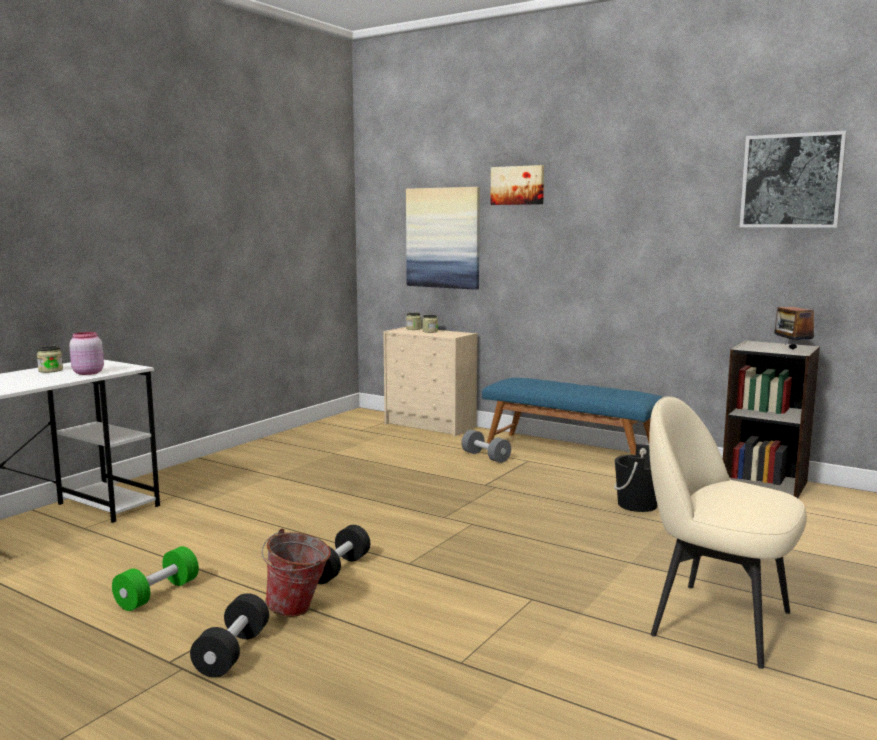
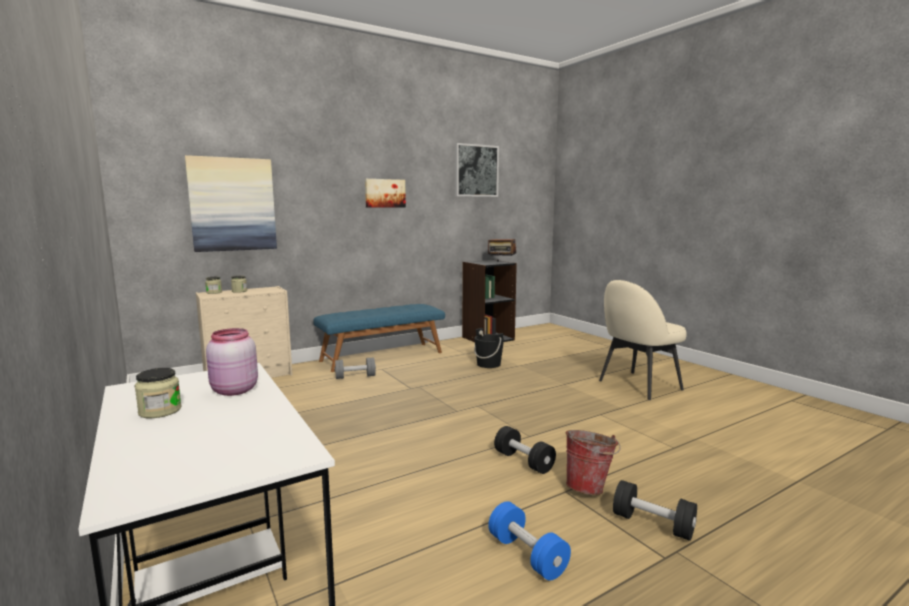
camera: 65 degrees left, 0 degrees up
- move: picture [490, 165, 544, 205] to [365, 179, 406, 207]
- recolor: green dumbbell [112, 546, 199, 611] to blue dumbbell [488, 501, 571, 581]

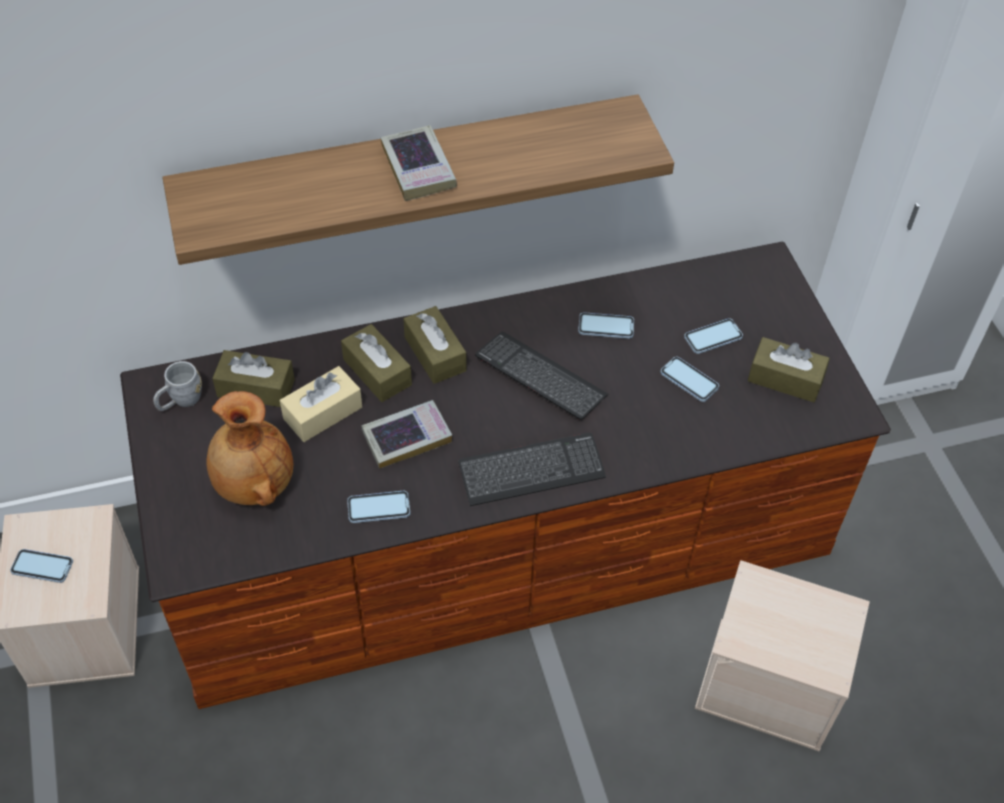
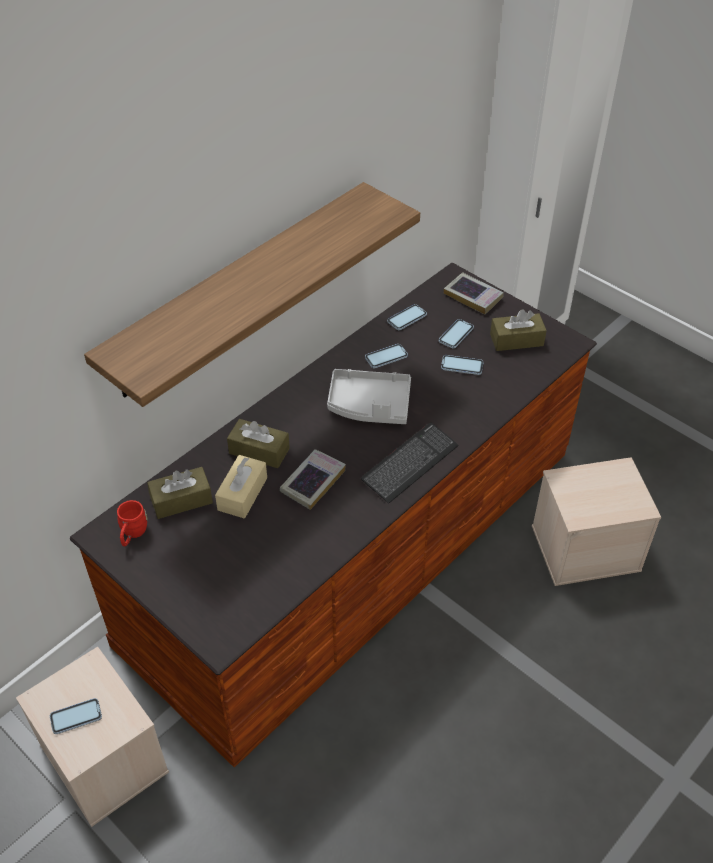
camera: 30 degrees left, 5 degrees down
- move: book [380, 125, 457, 201] to [444, 272, 504, 315]
- delete: brown tissue box [403, 306, 466, 384]
- replace: keyboard [475, 331, 609, 420] to grey tray [327, 369, 411, 424]
- recolor: grey mug [153, 361, 202, 411] to red mug [117, 500, 148, 546]
- delete: brown vase [206, 391, 293, 506]
- move: phone [347, 491, 410, 523] to [387, 304, 427, 330]

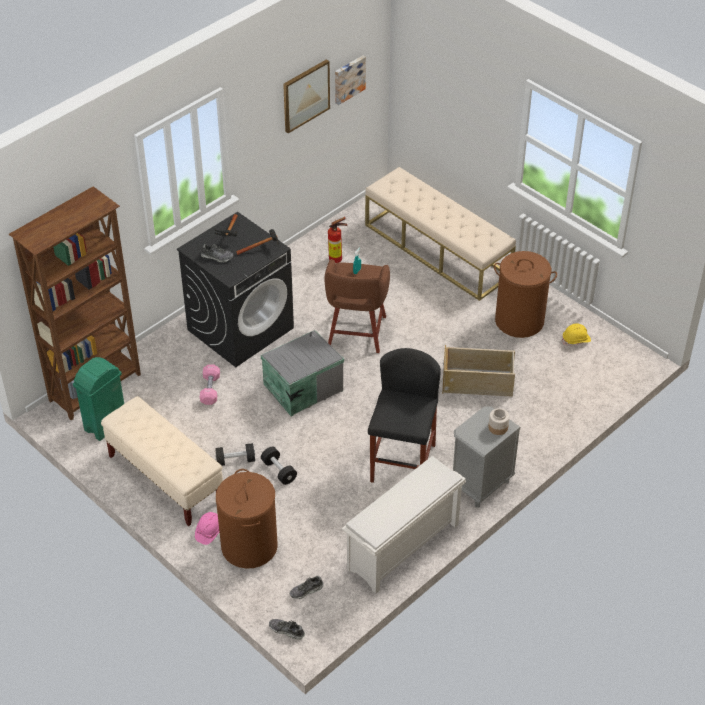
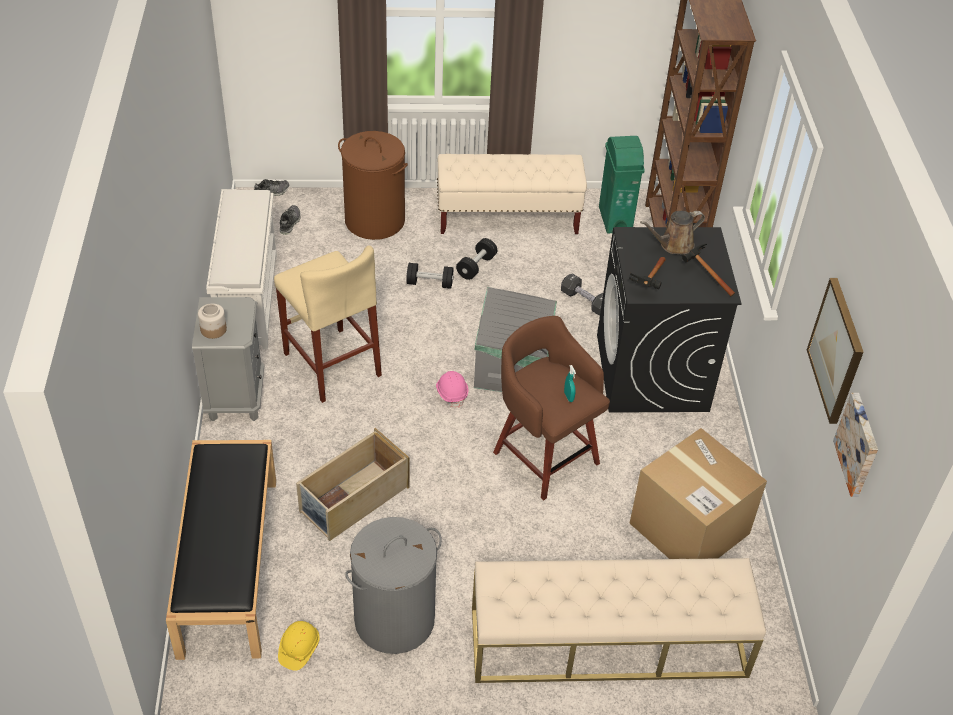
camera: 130 degrees right, 0 degrees up
- replace: fire extinguisher [328, 217, 347, 263] to cardboard box [630, 428, 767, 559]
- replace: shoe [201, 244, 233, 263] to brown watering can [640, 211, 705, 255]
- recolor: brown laundry basket [494, 251, 557, 338] to grey laundry basket [345, 517, 442, 654]
- recolor: black stool [368, 348, 441, 483] to beige stool [274, 245, 382, 403]
- recolor: pink dumbbell [200, 365, 220, 405] to black dumbbell [561, 273, 603, 316]
- move: pink hard hat [195, 512, 219, 545] to [436, 371, 468, 408]
- insert: black bench [166, 440, 276, 660]

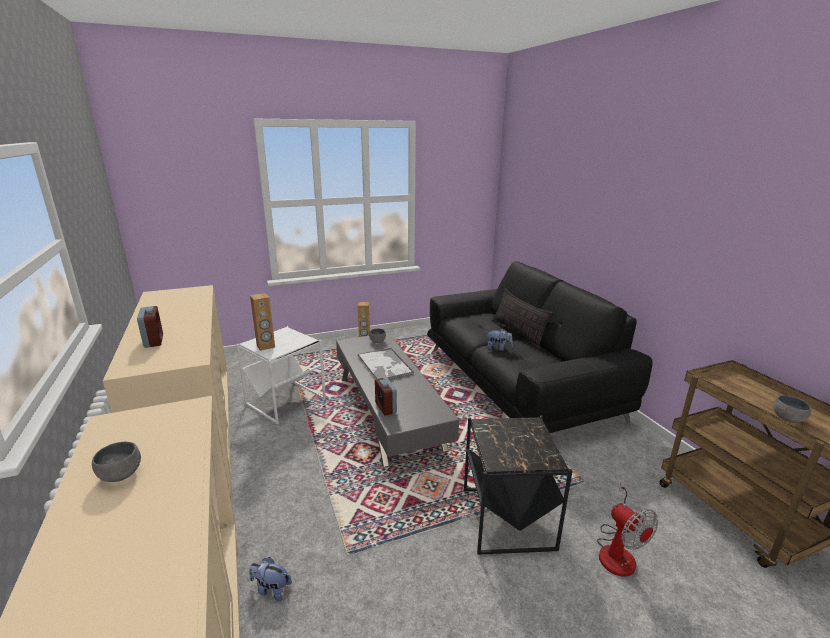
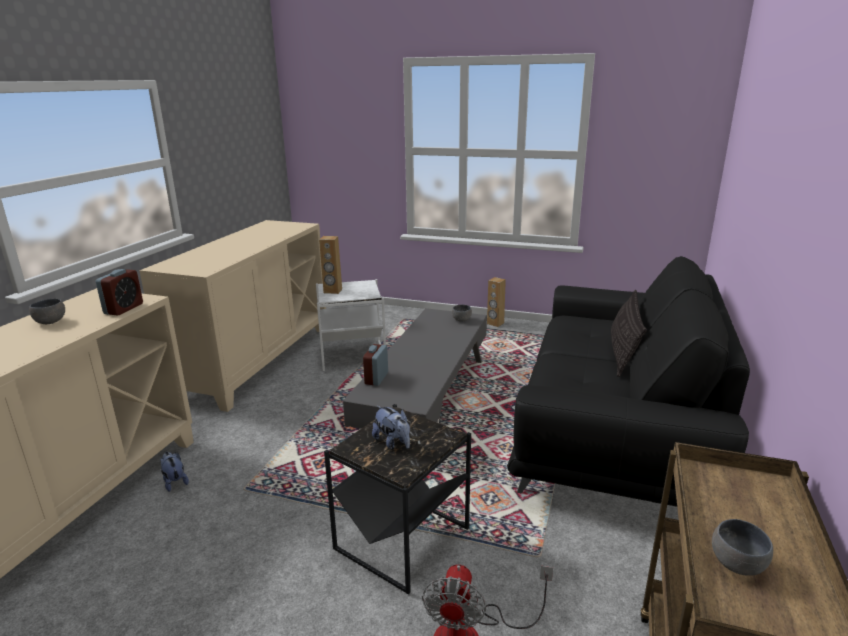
camera: 40 degrees right, 0 degrees up
- move: alarm clock [137, 306, 163, 348] to [96, 269, 143, 316]
- move: plush toy [486, 329, 513, 351] to [372, 405, 410, 450]
- delete: tray [358, 348, 414, 380]

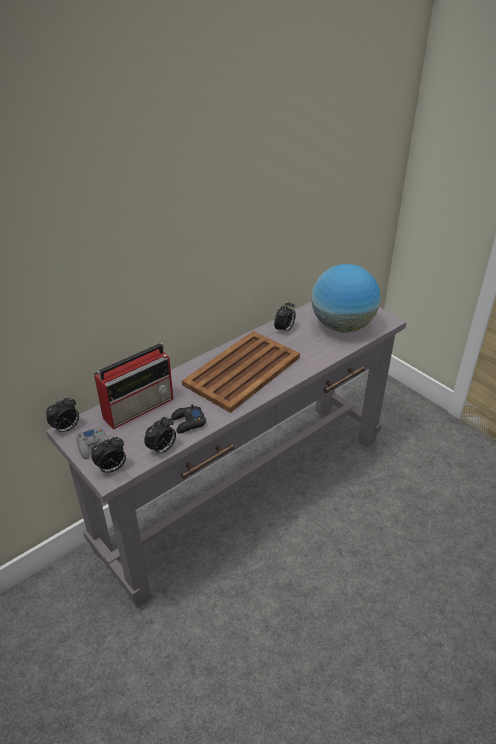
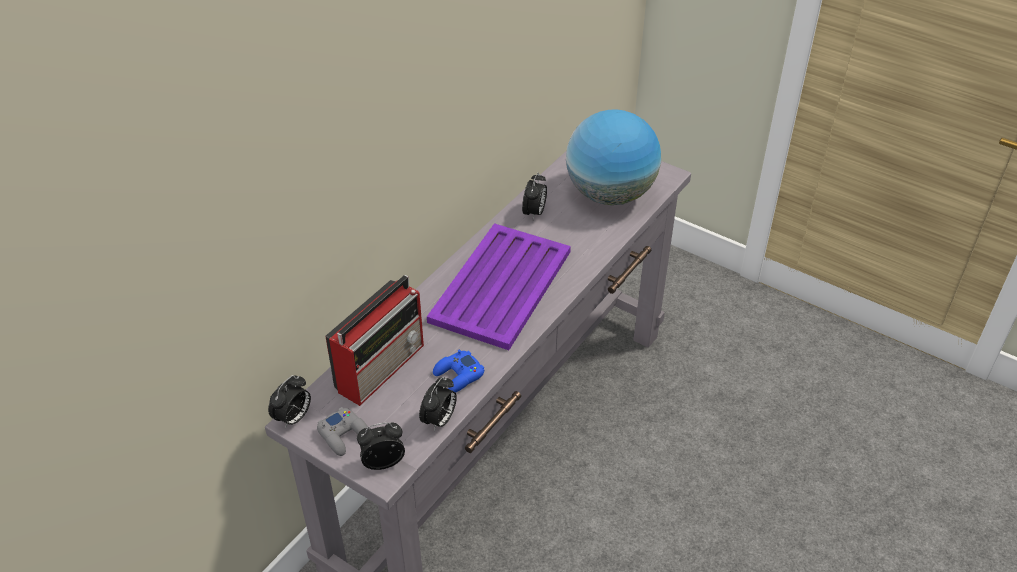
camera: 15 degrees left, 5 degrees up
- recolor: brown tray [182, 331, 300, 413] to purple tray [427, 223, 571, 350]
- recolor: black game controller [171, 404, 206, 433] to blue game controller [433, 350, 484, 393]
- rotate: alarm clock [91, 436, 126, 474] = [357, 422, 405, 470] 150 degrees counterclockwise

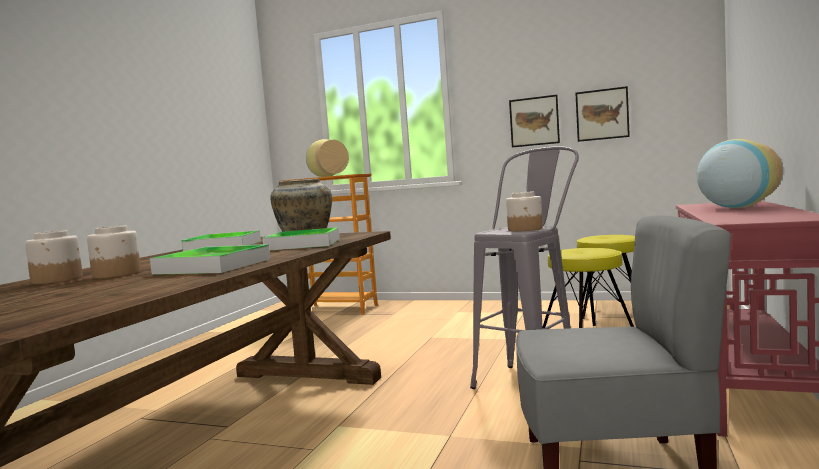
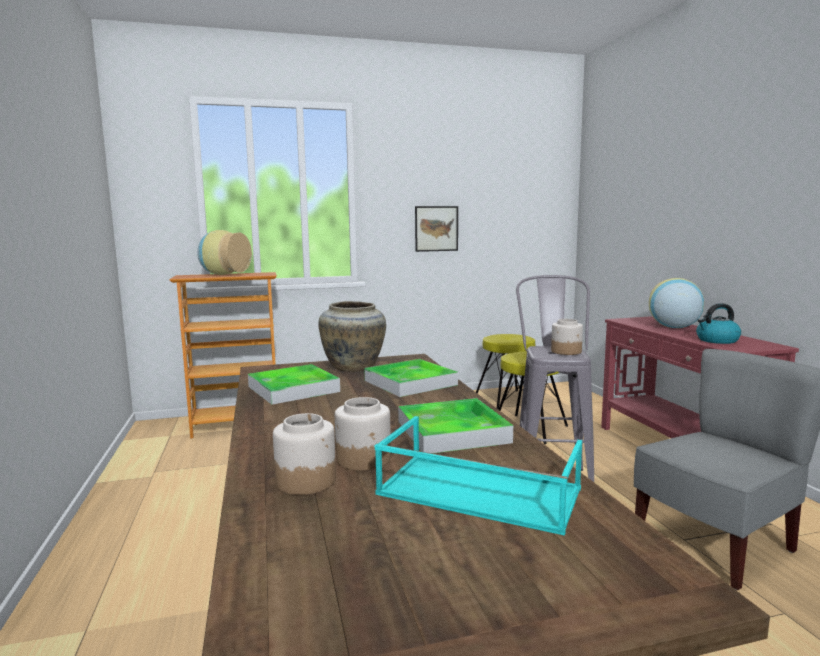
camera: 35 degrees left, 5 degrees up
- delete: picture [575, 86, 630, 142]
- insert: kettle [696, 303, 741, 344]
- insert: turquoise tray [375, 416, 582, 536]

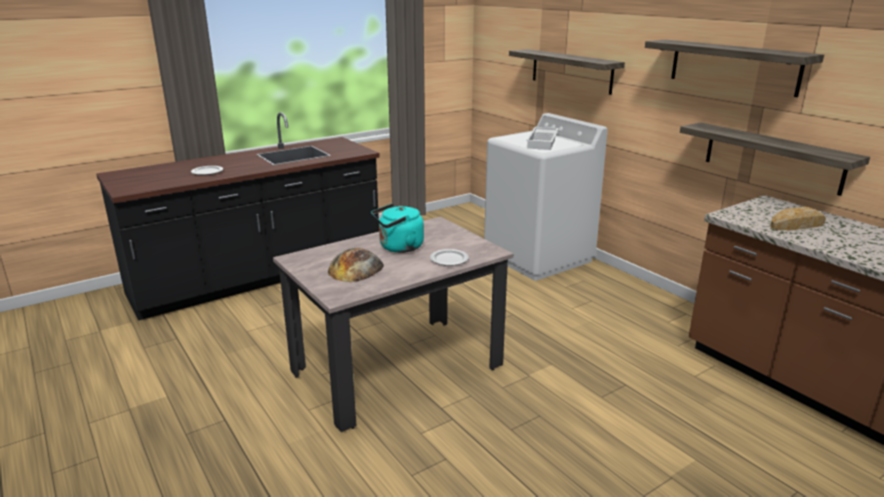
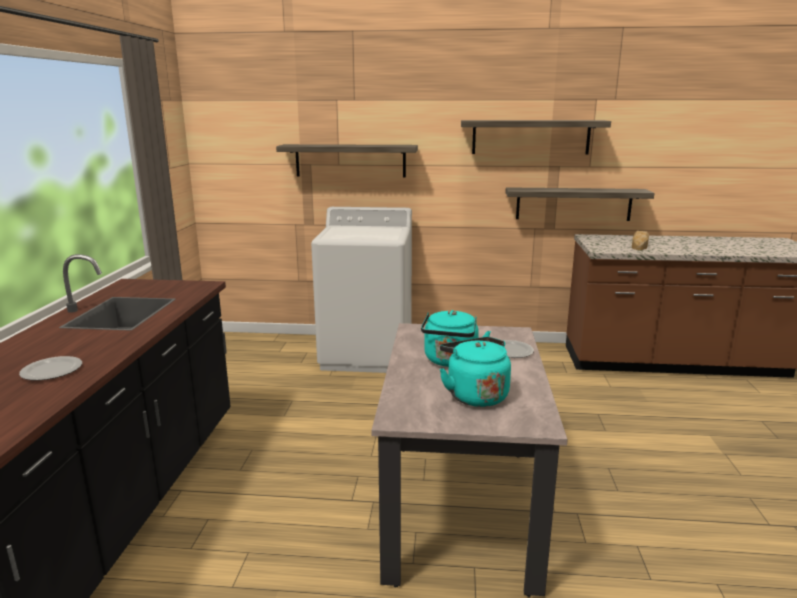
camera: 50 degrees left, 5 degrees down
- delete: white tray [526, 127, 559, 150]
- replace: bread [328, 248, 384, 282] to turquoise kettle [439, 337, 511, 407]

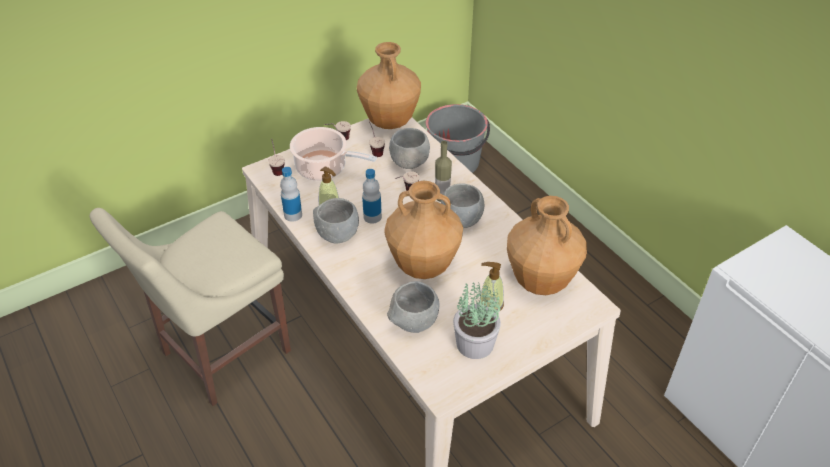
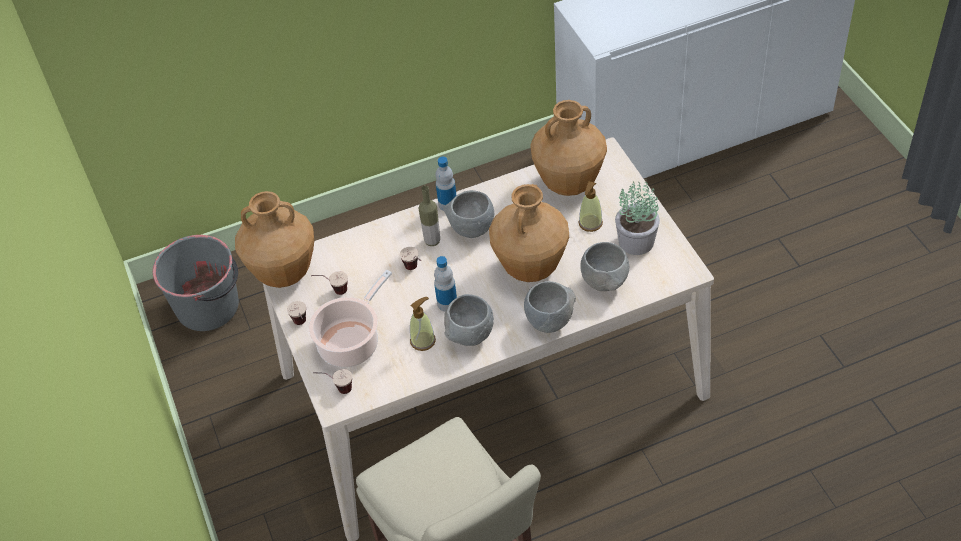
camera: 75 degrees left, 5 degrees up
- move: grey bowl [389, 128, 430, 169] to [524, 281, 576, 333]
- move: bottle [280, 167, 302, 222] to [436, 157, 457, 211]

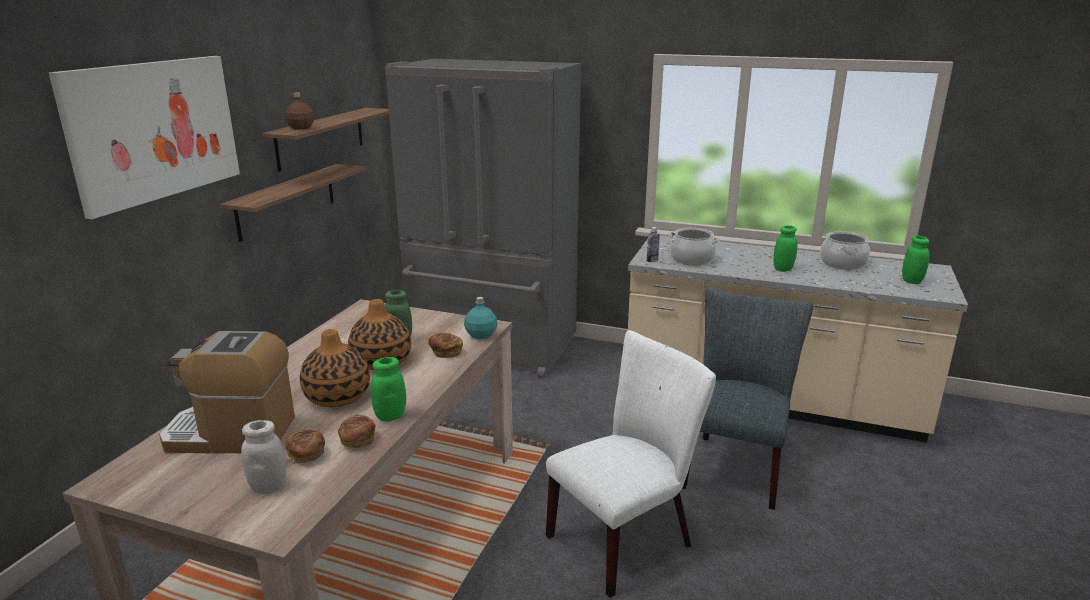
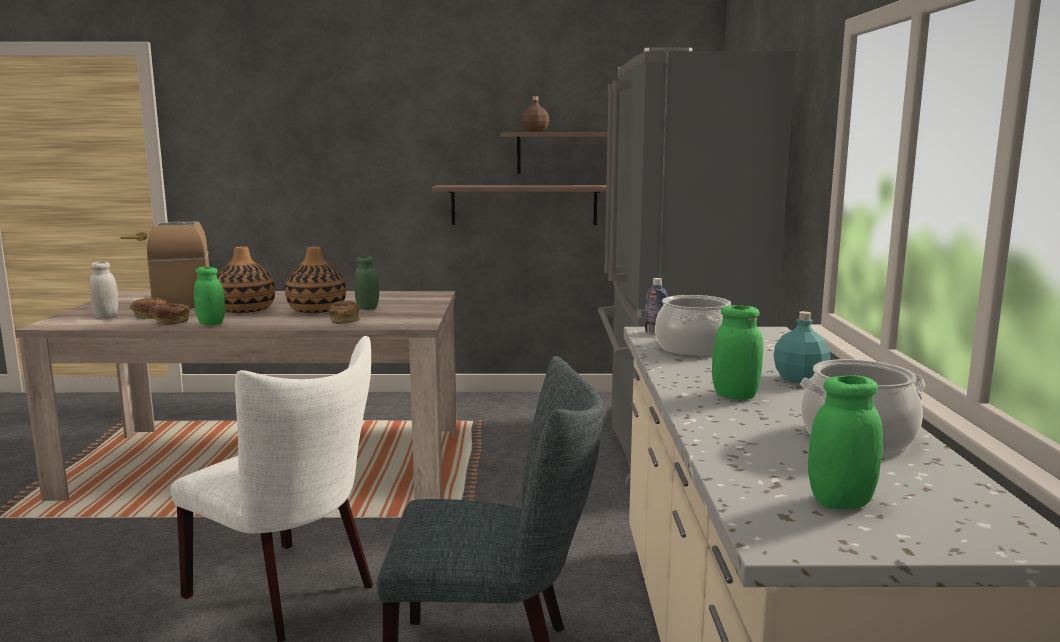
camera: 70 degrees right, 10 degrees down
- delete: picture [49, 56, 240, 219]
- move: turquoise bottle [464, 297, 498, 339] to [773, 311, 831, 383]

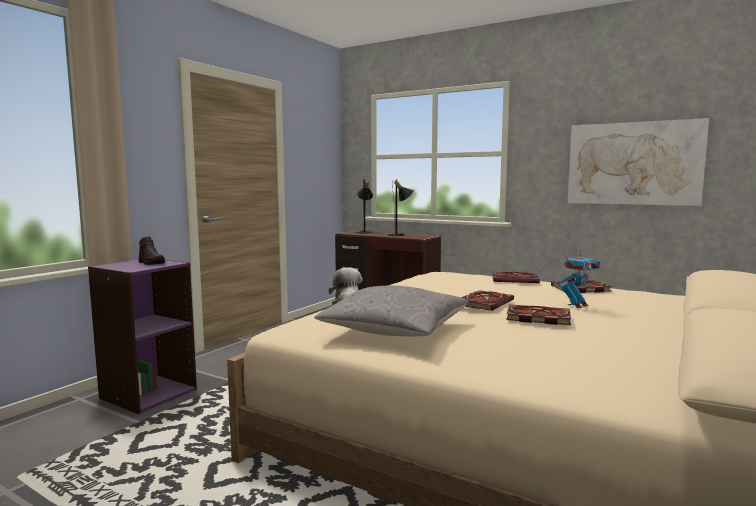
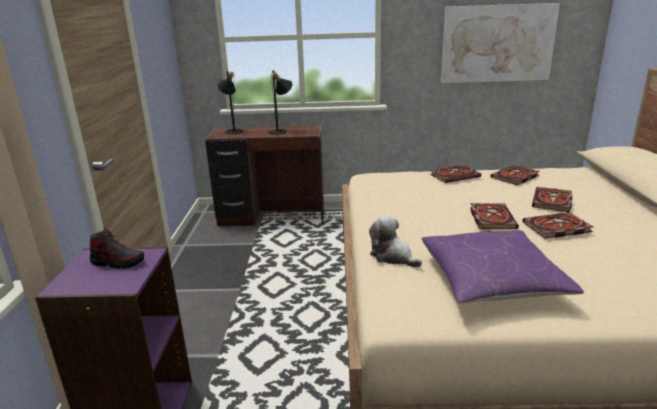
camera: 30 degrees left, 15 degrees up
- replace: toy robot [558, 247, 600, 308] to book [532, 187, 572, 212]
- recolor: grey pillow [314, 285, 468, 336] to purple pillow [421, 230, 584, 303]

